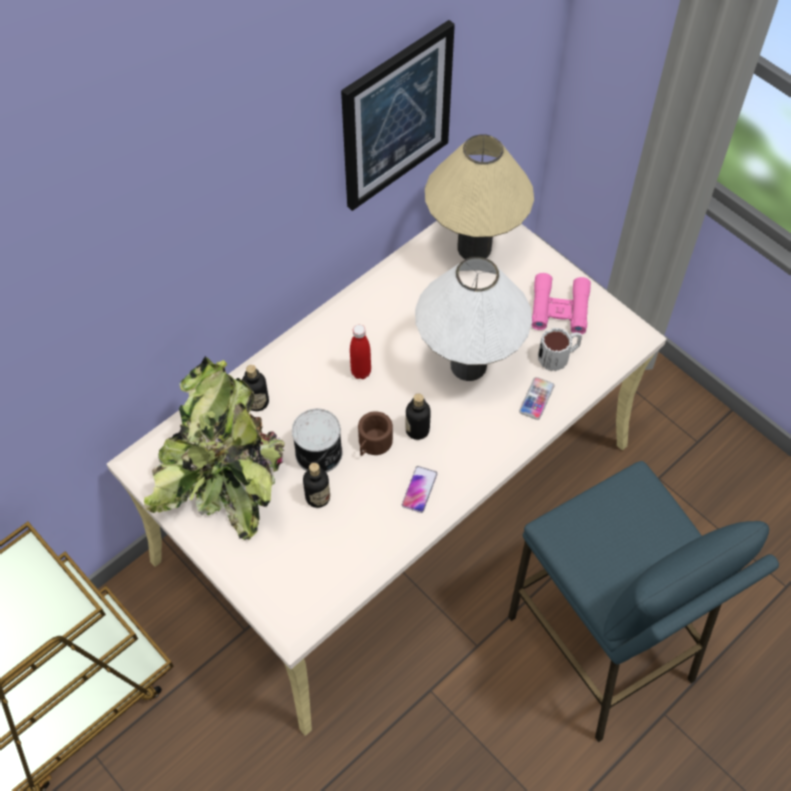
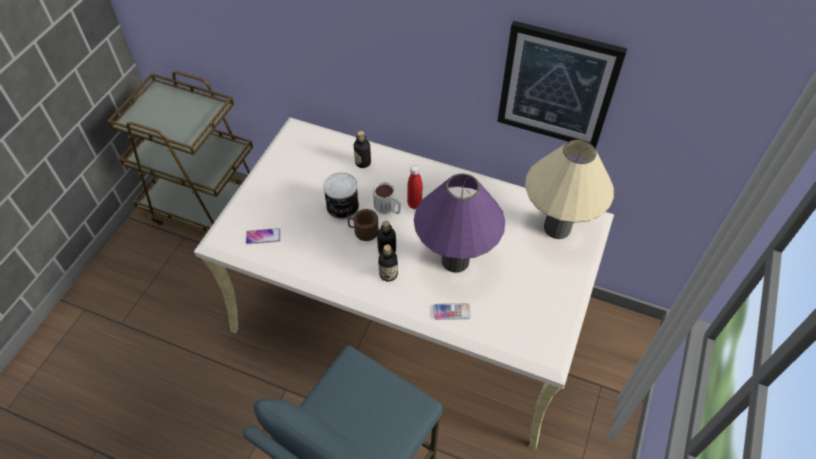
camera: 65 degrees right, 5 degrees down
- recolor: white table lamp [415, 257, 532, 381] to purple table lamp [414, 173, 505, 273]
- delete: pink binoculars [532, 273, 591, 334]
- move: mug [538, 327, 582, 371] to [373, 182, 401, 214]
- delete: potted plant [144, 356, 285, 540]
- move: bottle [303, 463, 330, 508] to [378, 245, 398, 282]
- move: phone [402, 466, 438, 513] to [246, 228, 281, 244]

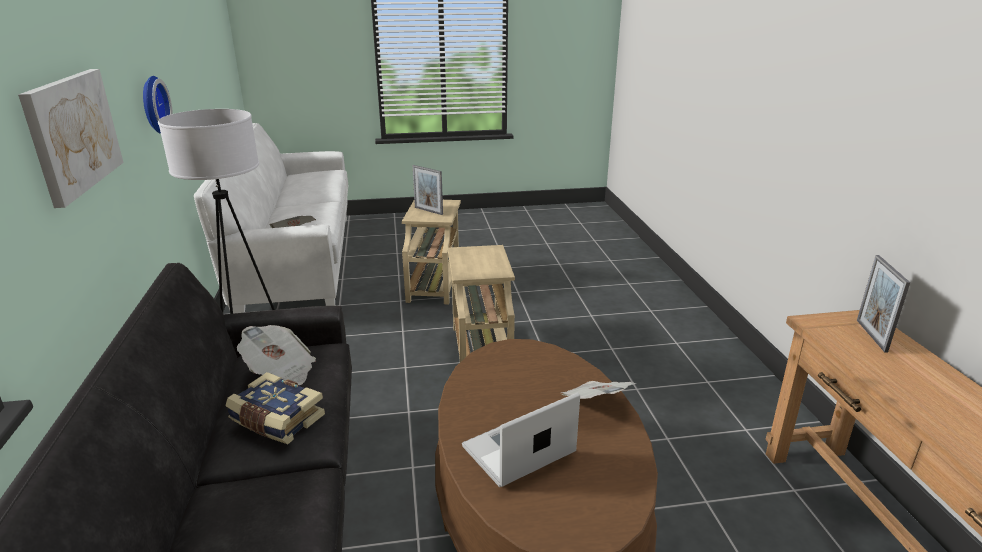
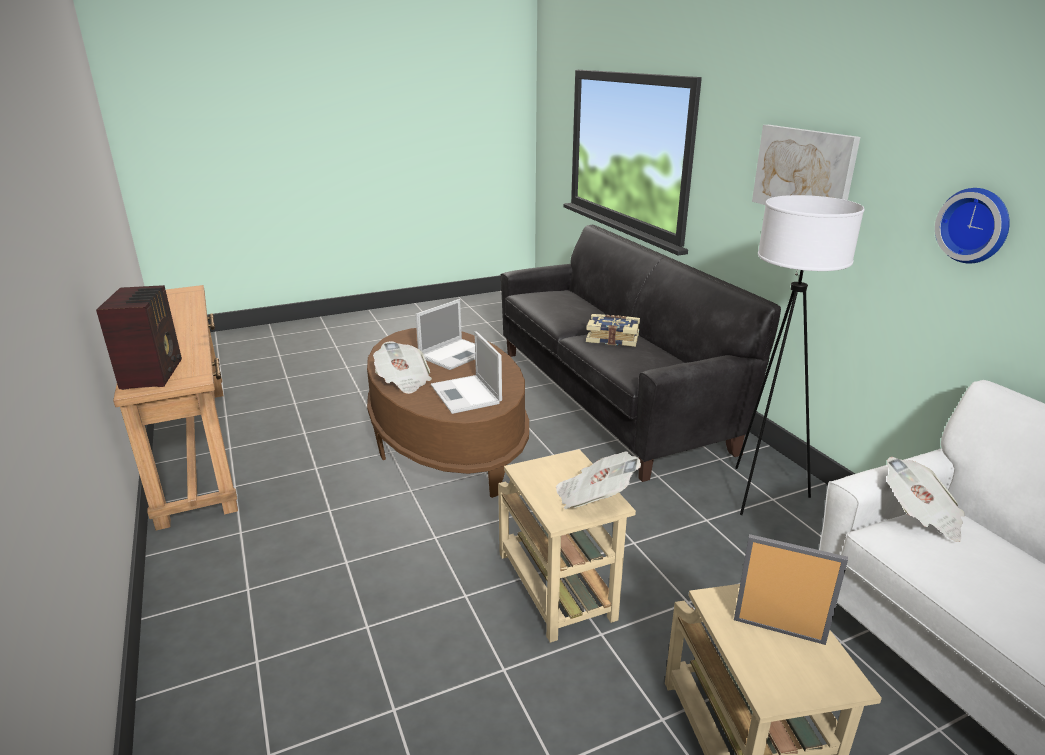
camera: 165 degrees right, 0 degrees up
- replace: picture frame [857, 255, 910, 353] to radio [96, 285, 182, 390]
- move: newspaper [237, 325, 316, 385] to [556, 452, 641, 509]
- insert: laptop [431, 331, 502, 414]

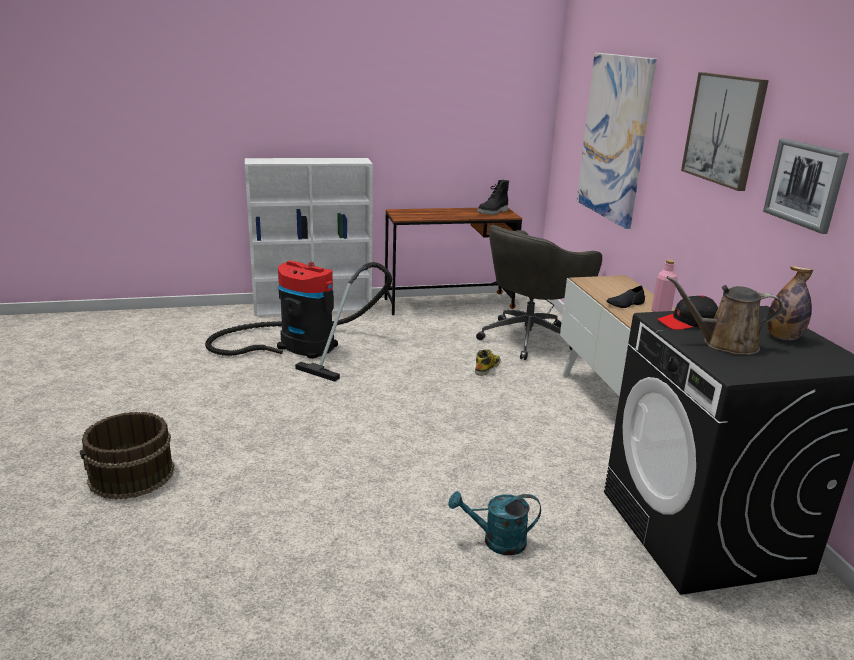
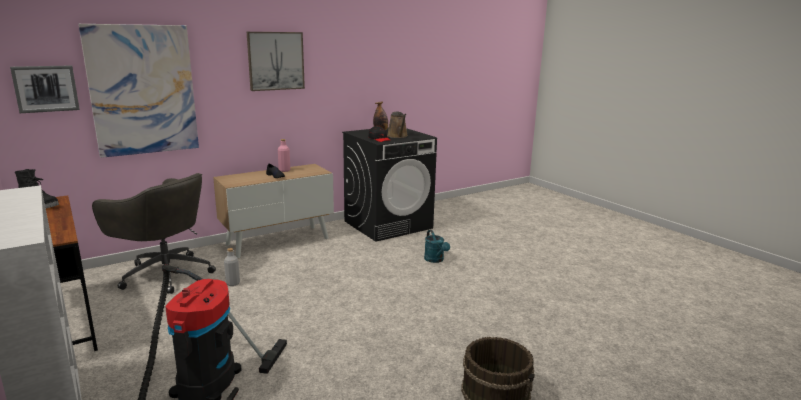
camera: 110 degrees left, 5 degrees down
- move: picture [763, 139, 849, 234] to [10, 65, 80, 113]
- replace: boot [475, 349, 501, 376] to grey bottle [224, 248, 240, 286]

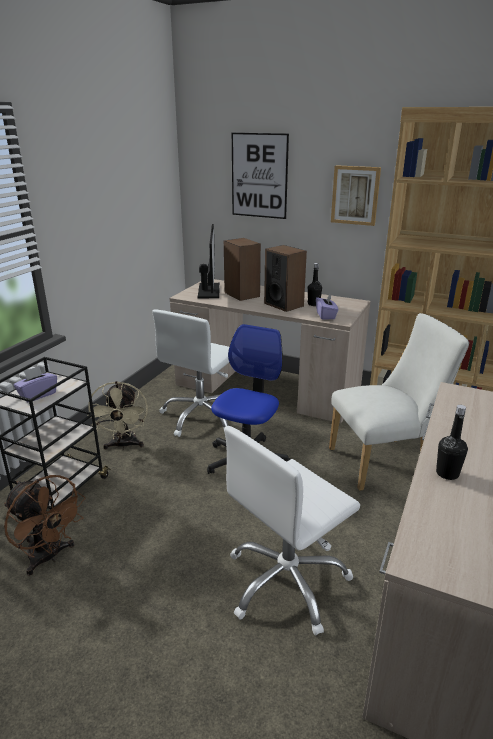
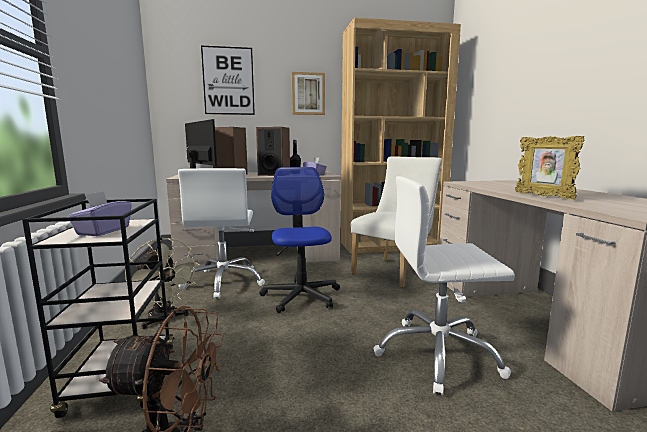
camera: 35 degrees left, 15 degrees down
- replace: black bottle [436, 405, 468, 480] to picture frame [515, 136, 585, 200]
- rotate: white office chair [224, 426, 360, 636] = [373, 176, 515, 395] 75 degrees clockwise

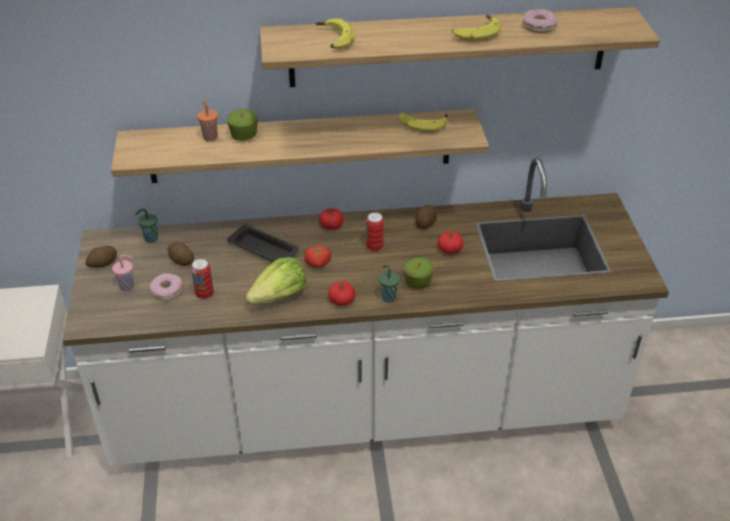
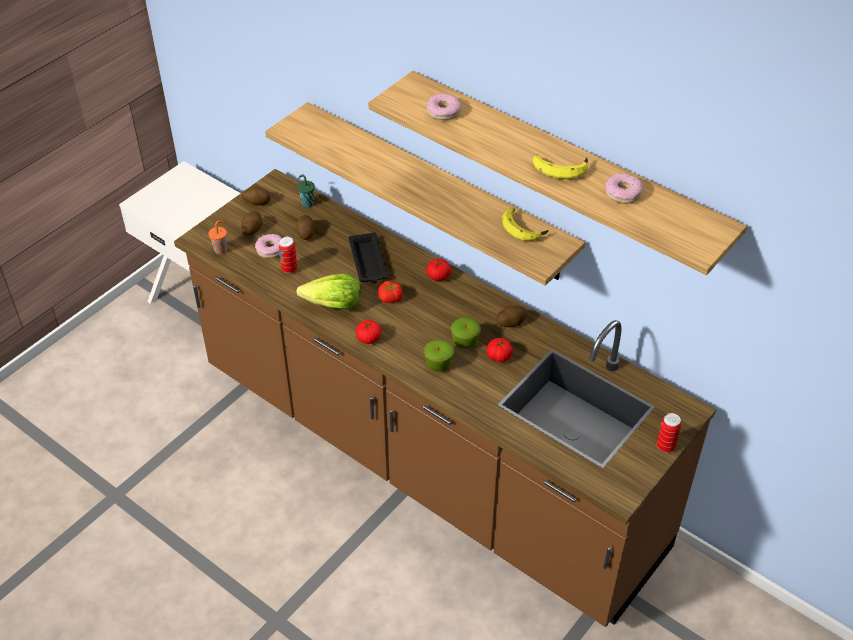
camera: 45 degrees right, 5 degrees up
- replace: banana [316, 19, 355, 49] to donut [426, 93, 462, 120]
- move: orange cup [197, 100, 218, 141] to [208, 220, 227, 254]
- move: apple [227, 109, 258, 141] to [451, 317, 481, 349]
- recolor: white counter [63, 158, 669, 466] to brown counter [174, 169, 716, 627]
- move: can [366, 212, 384, 252] to [657, 413, 681, 452]
- replace: pink cup [112, 254, 134, 291] to potato [241, 212, 262, 236]
- delete: green cup [379, 265, 400, 303]

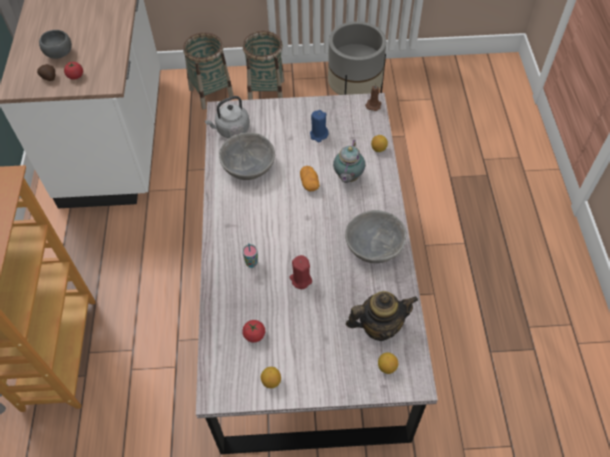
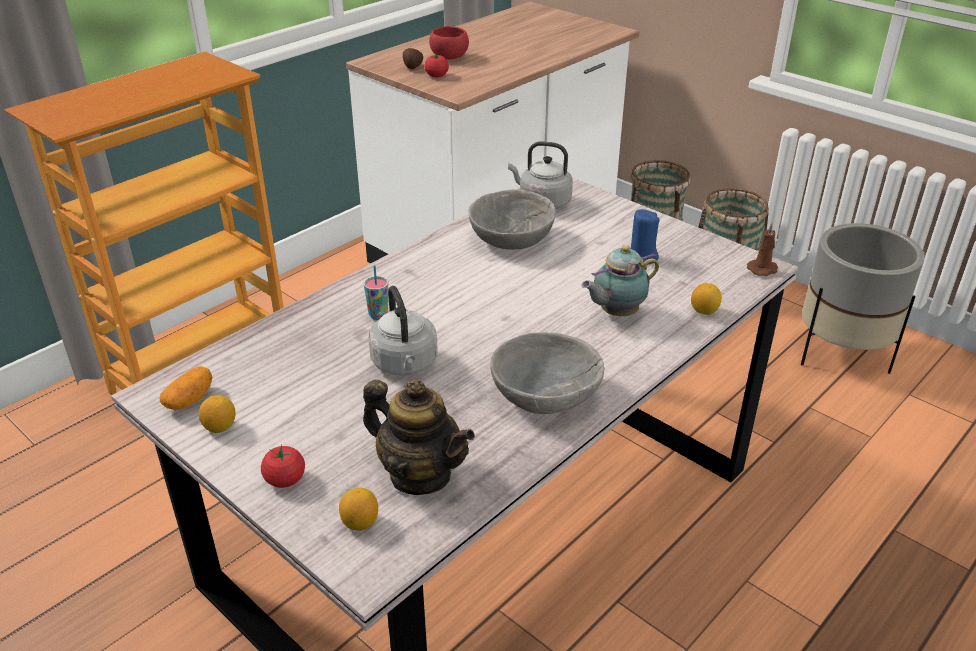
camera: 45 degrees right, 20 degrees down
- recolor: grey bowl [39, 30, 72, 59] to red bowl [429, 26, 469, 59]
- move: potato [300, 166, 320, 191] to [160, 366, 213, 410]
- replace: red candle [289, 255, 312, 289] to grey kettle [368, 286, 438, 375]
- move: tomato [242, 320, 265, 343] to [261, 445, 305, 488]

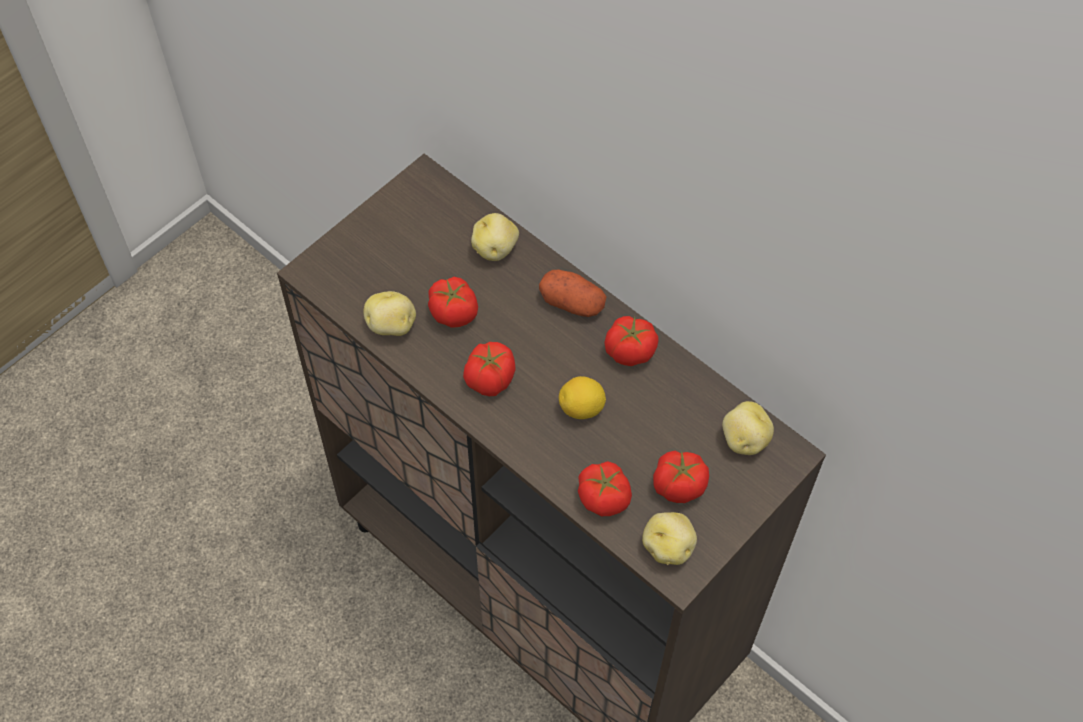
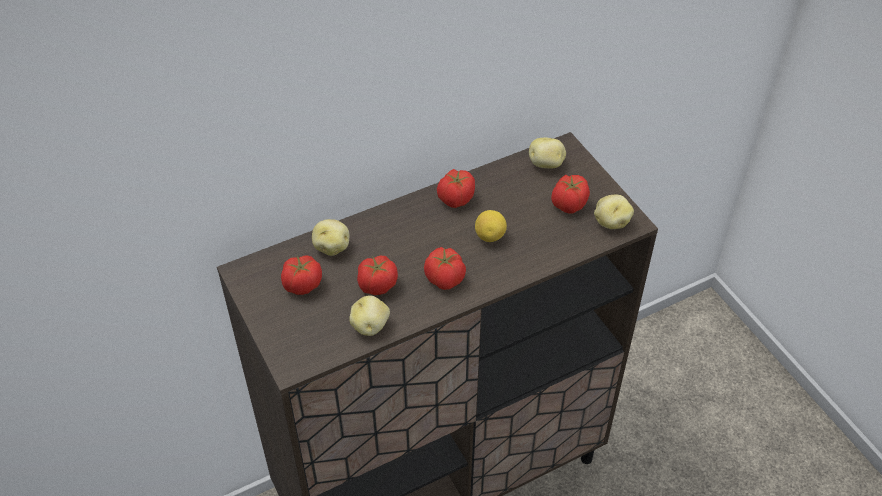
camera: 70 degrees left, 10 degrees down
- delete: potato [539, 270, 607, 317]
- move: tomato [578, 461, 632, 516] to [281, 255, 322, 295]

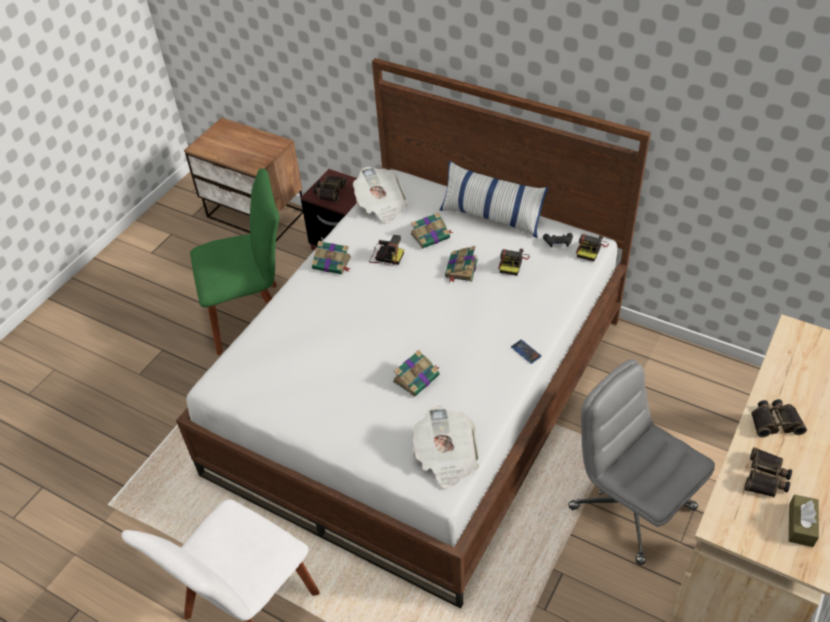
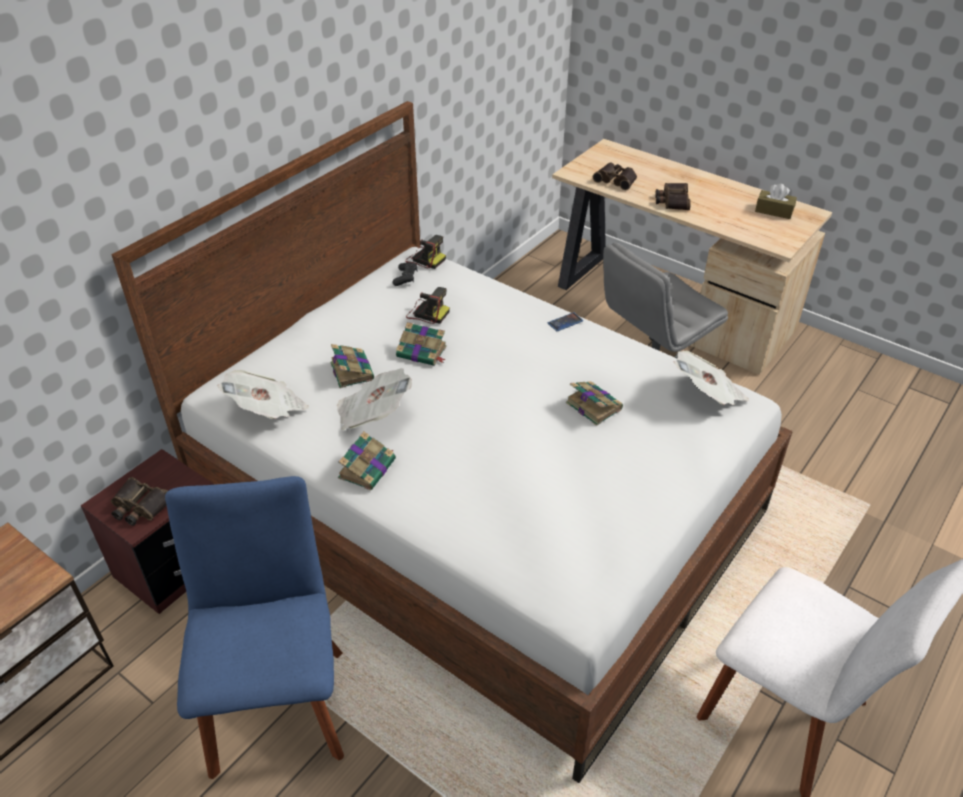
camera: 85 degrees left, 5 degrees down
- delete: pillow [440, 161, 548, 238]
- recolor: green chair [190, 168, 279, 355] to blue chair [165, 476, 344, 779]
- replace: photo camera [369, 235, 404, 265] to newspaper [337, 368, 412, 430]
- move: binoculars [744, 447, 792, 497] to [593, 163, 637, 190]

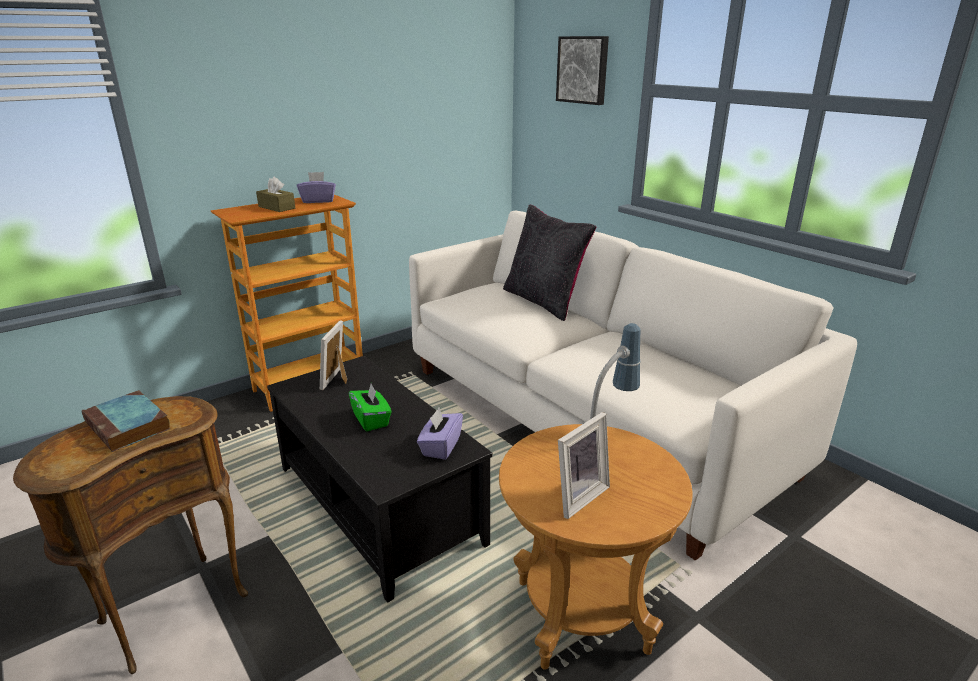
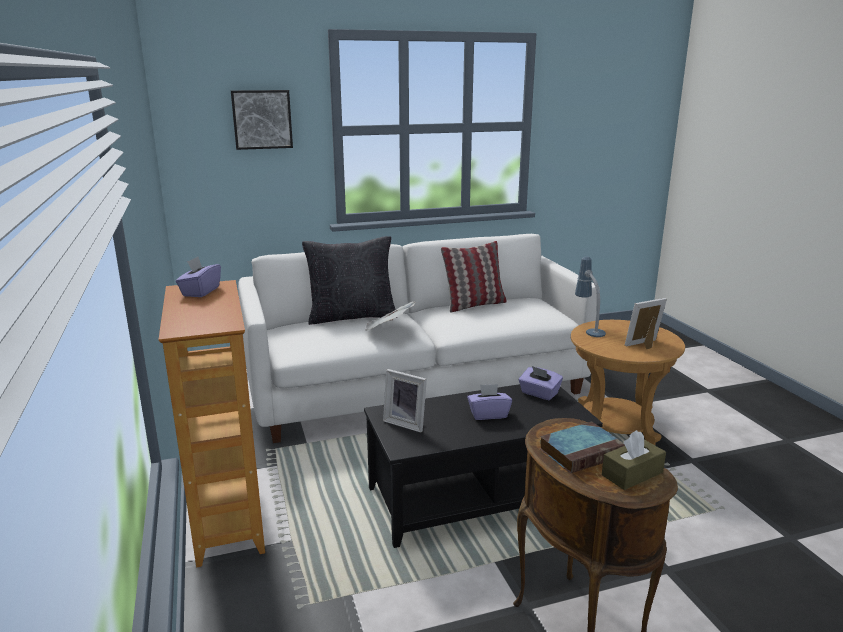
camera: 70 degrees left, 5 degrees down
- move: brown tissue box [256, 176, 295, 212] to [602, 430, 666, 490]
- recolor: green tissue box [349, 384, 392, 431] to purple tissue box [467, 384, 512, 420]
- rotate: picture frame [558, 412, 610, 519] = [625, 298, 667, 349] 90 degrees counterclockwise
- insert: pillow [441, 241, 507, 313]
- insert: newspaper [365, 301, 416, 331]

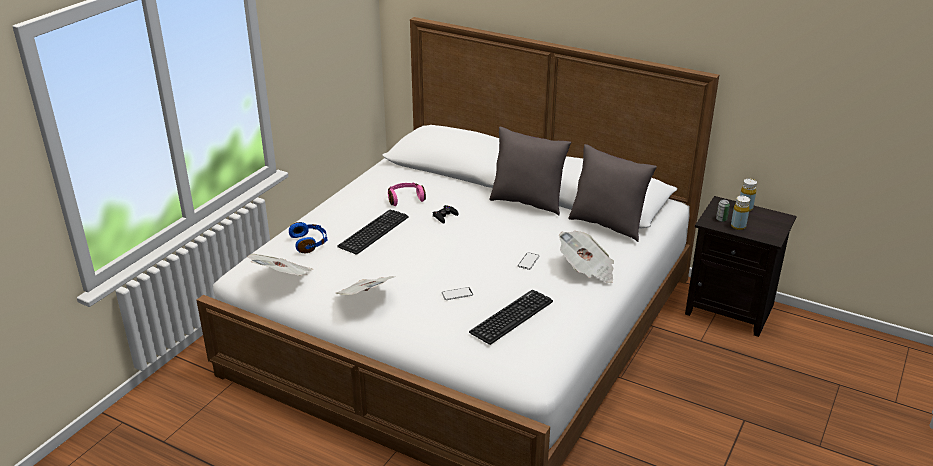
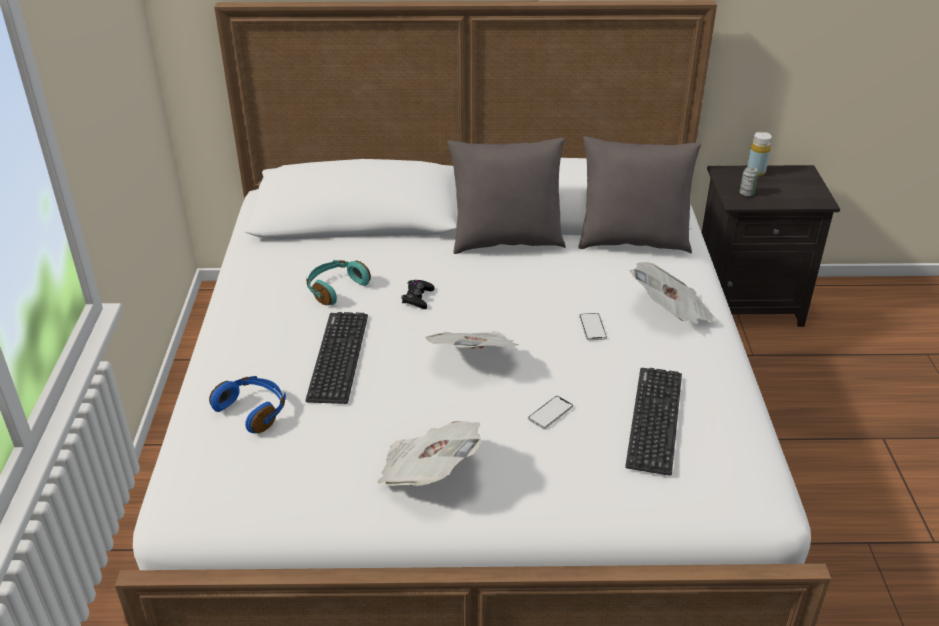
camera: 30 degrees left, 5 degrees up
- recolor: pink headphones [388, 183, 426, 206] to turquoise headphones [306, 260, 371, 305]
- delete: yellow bottle [731, 196, 750, 230]
- move: newspaper [247, 254, 313, 276] to [426, 331, 518, 349]

